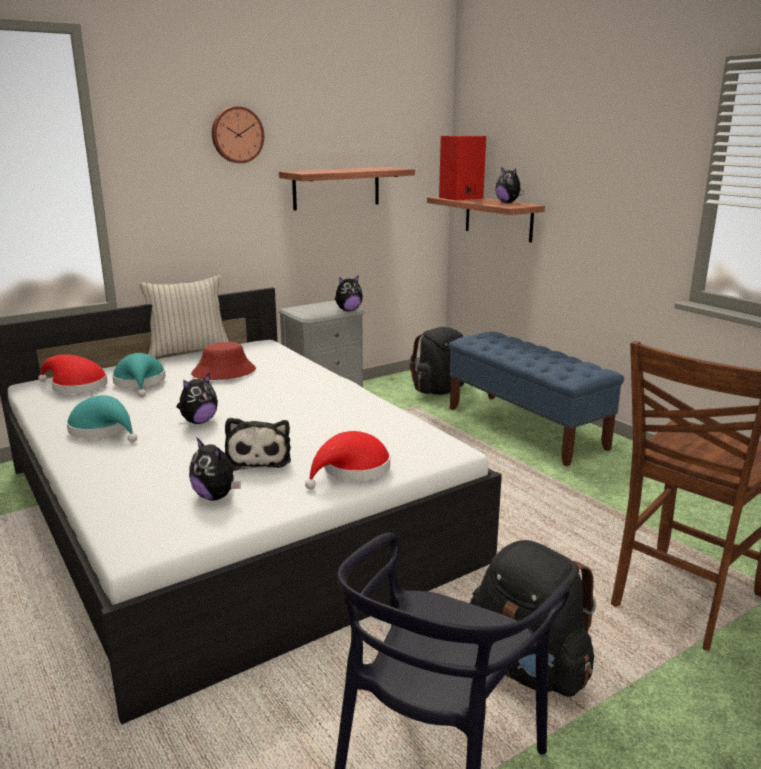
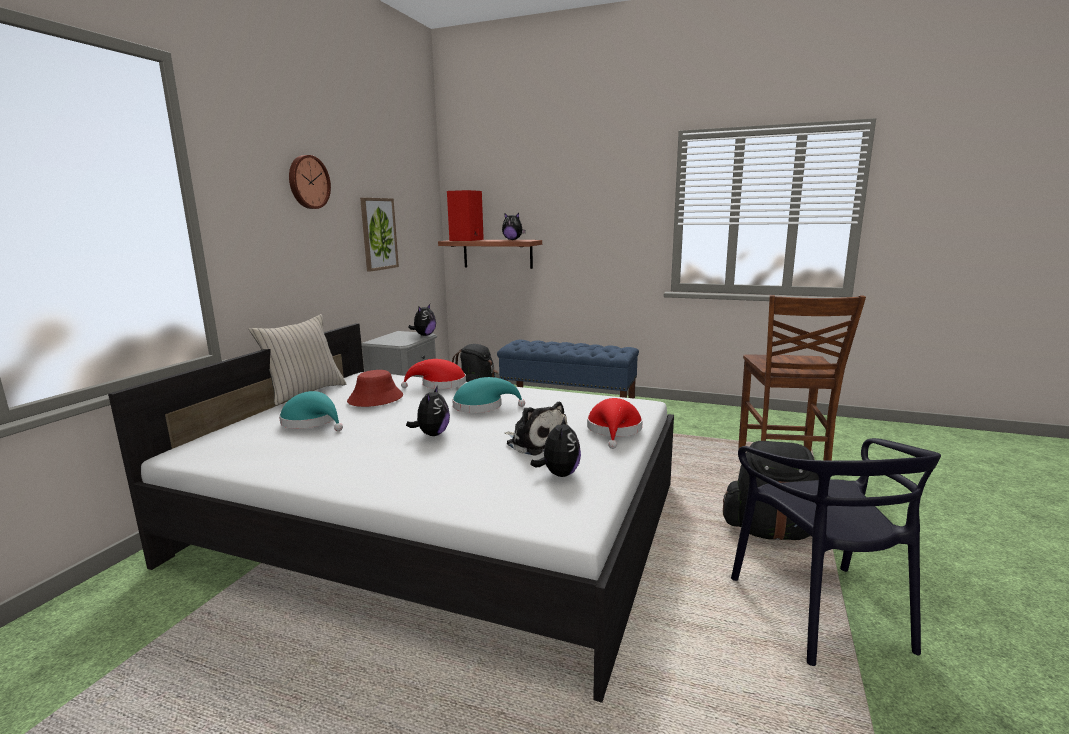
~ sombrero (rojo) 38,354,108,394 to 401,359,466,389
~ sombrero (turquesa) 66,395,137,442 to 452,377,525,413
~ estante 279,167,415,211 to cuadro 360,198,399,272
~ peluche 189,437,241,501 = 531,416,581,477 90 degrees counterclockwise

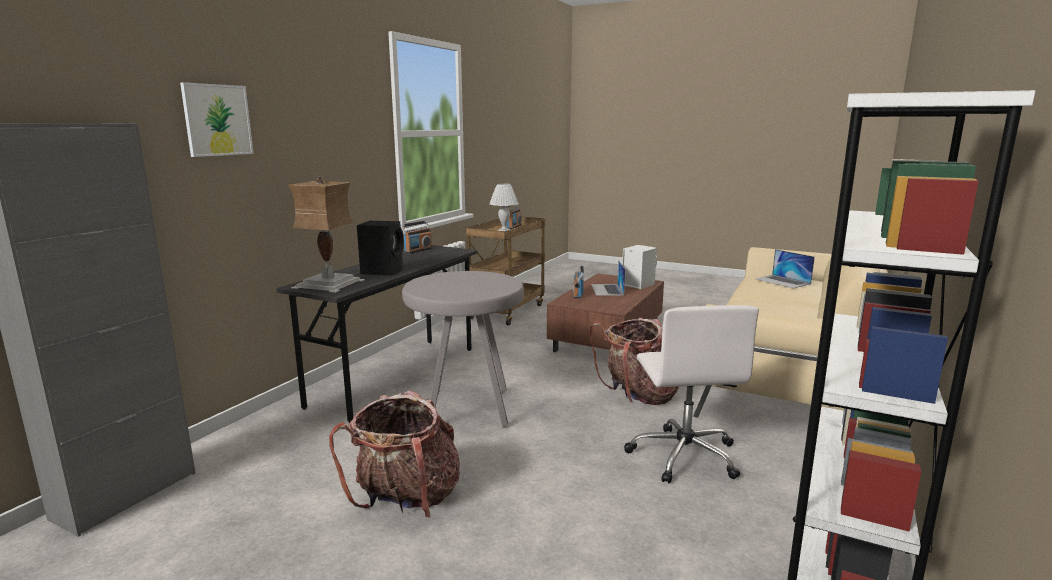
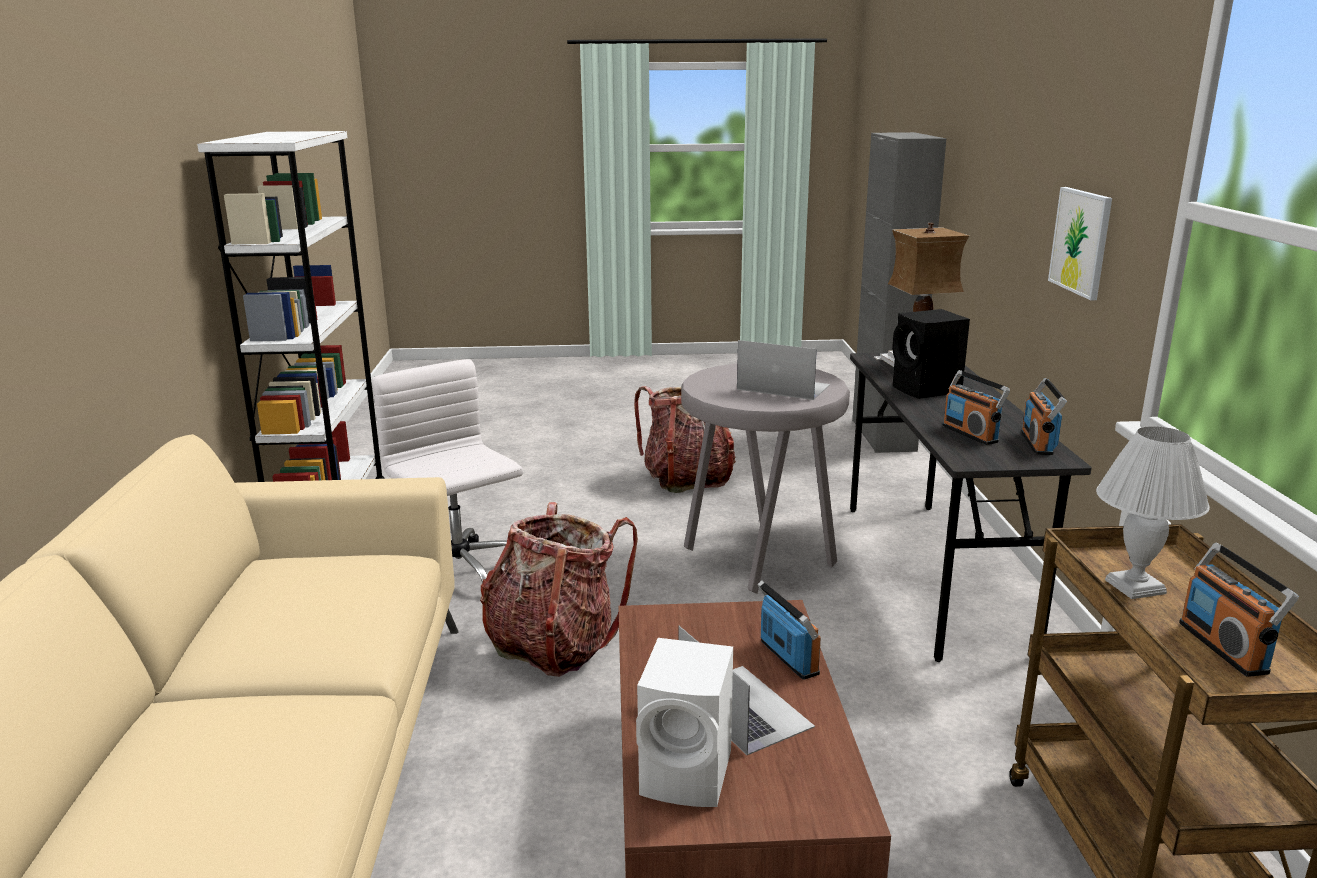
+ radio 942,370,1010,445
~ cuadro 180,82,254,157 to 1048,187,1112,300
~ portátil 755,249,815,288 to 737,340,830,400

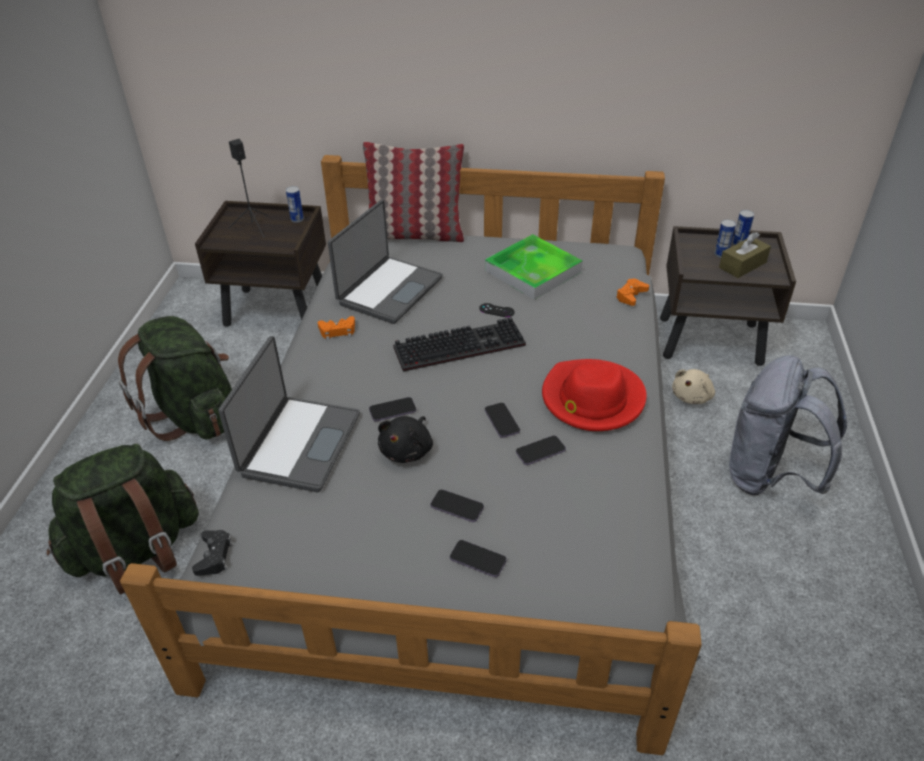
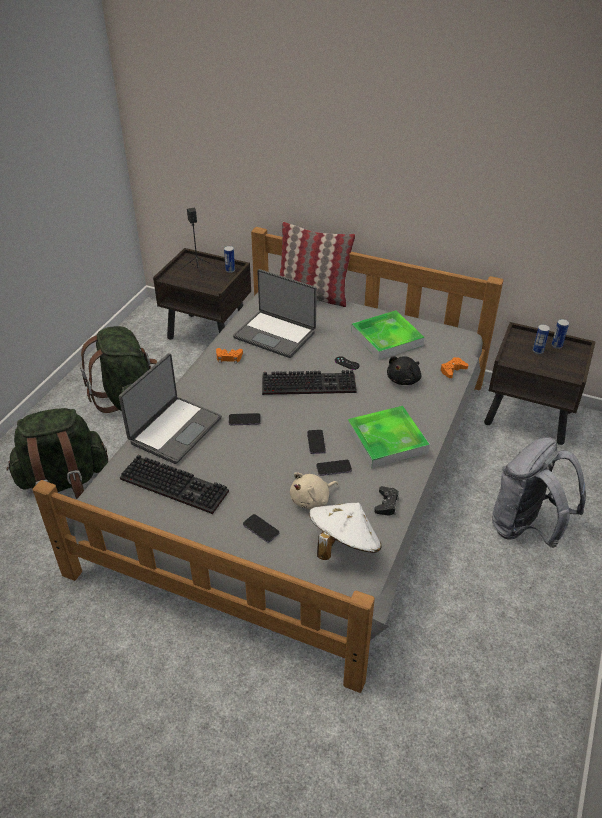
- móvil 431,489,484,522
- caja de pañuelos (marrón) 719,232,771,278
+ teclado 120,455,229,514
+ sombrero (blanco) 309,502,382,560
~ mando de consola (negro) 192,530,233,576 to 374,486,399,516
~ peluche (negro) 378,416,433,463 to 387,356,421,385
~ peluche (beis) 672,369,715,404 to 290,472,338,509
~ sombrero (rojo) 542,359,647,431 to bandeja 347,406,430,469
~ portátil 328,200,443,324 = 233,269,317,358 75 degrees clockwise

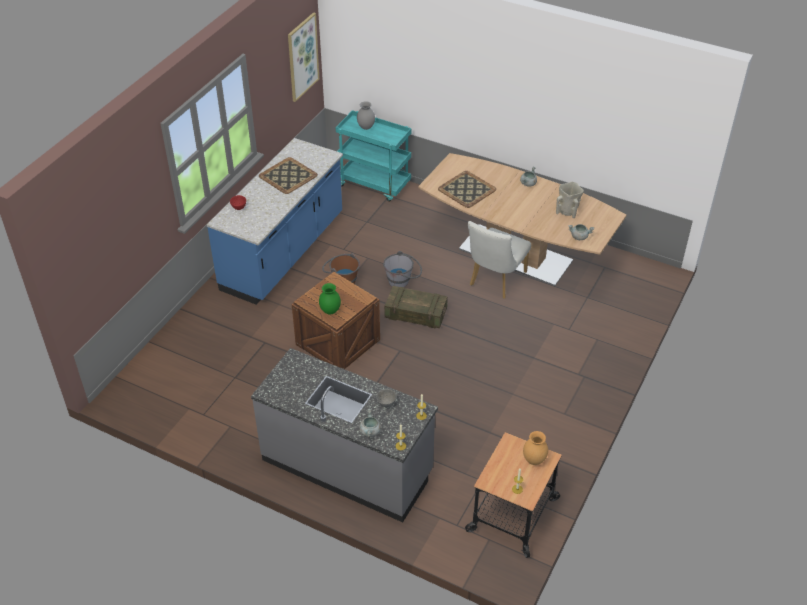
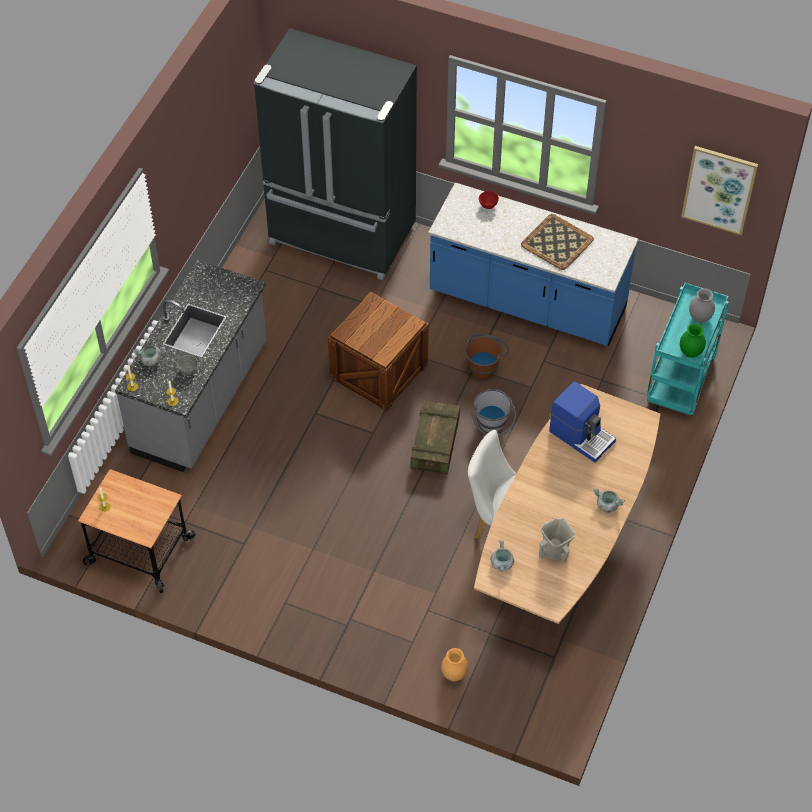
+ nevera (negro) 254,28,417,280
~ florero (verde) 319,283,341,315 to 680,323,706,358
~ florero (marrón) 523,431,548,465 to 441,648,468,681
~ bandeja 438,171,496,208 to cafetera 549,382,616,463

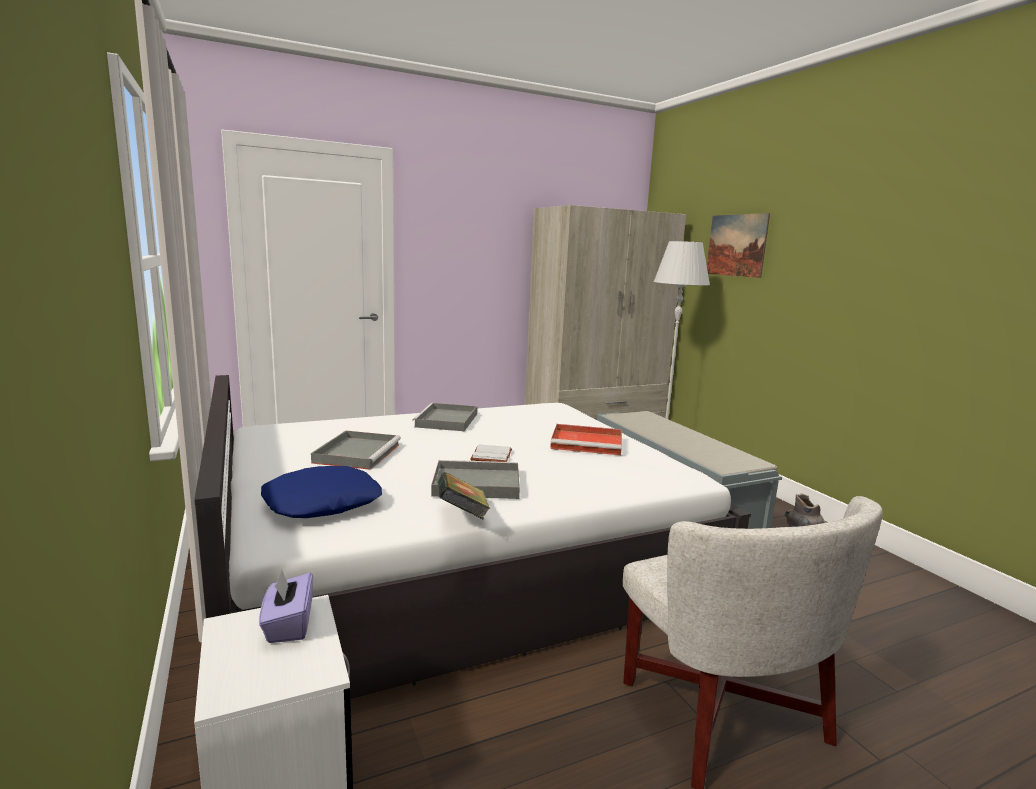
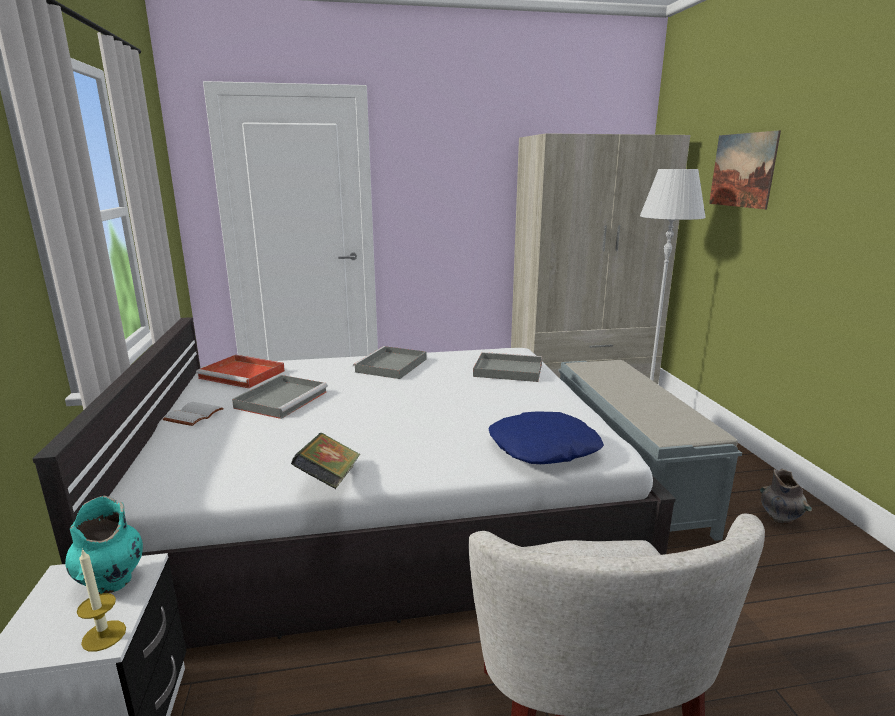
+ vela 77,548,126,652
~ cojín (azul) 261,466,382,518 to 488,411,604,464
~ bandeja (gris) 431,460,520,499 to 473,352,542,382
~ libro (blanco) 470,445,512,462 to 163,402,224,426
~ bandeja (rojo) 550,424,622,455 to 196,355,285,388
~ caja de pañuelos (morado) 259,570,313,643 to florero (turquesa) 65,496,143,594

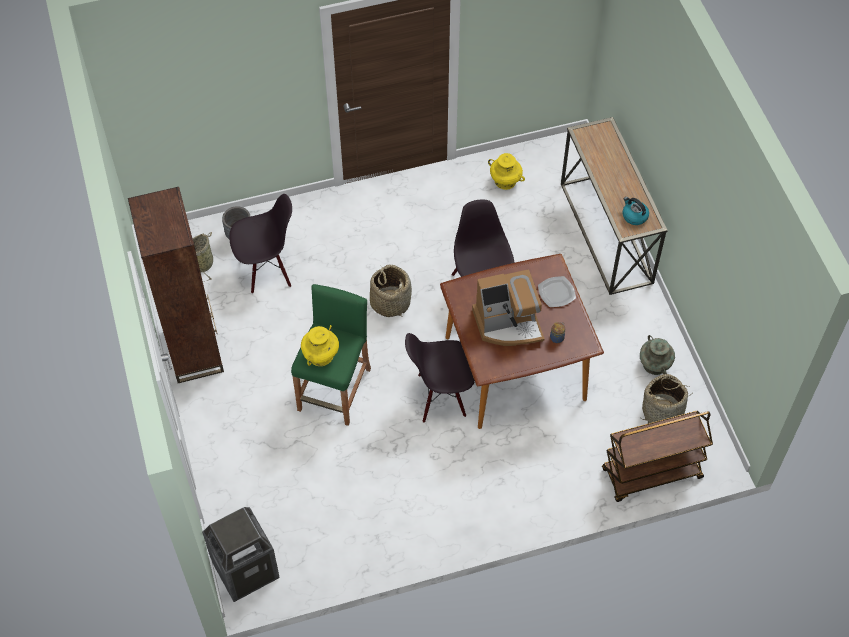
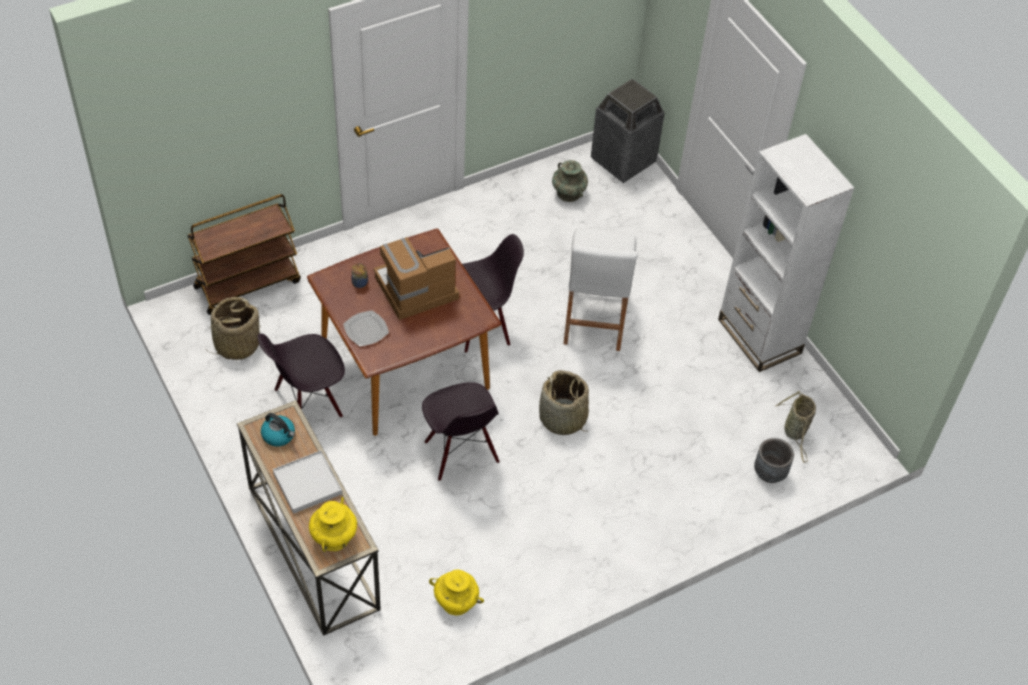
+ bandeja (blanco) 273,450,342,514
~ silla (negro) 229,194,292,294 to 257,333,345,418
~ florero (amarillo) 301,325,339,366 to 309,497,357,552
~ florero (turquesa) 640,335,675,375 to 552,160,588,202
~ estantería (marrón) 128,187,224,383 to estantería (blanco) 718,134,855,372
~ taburete (verde) 291,284,371,426 to taburete (blanco) 563,227,638,351

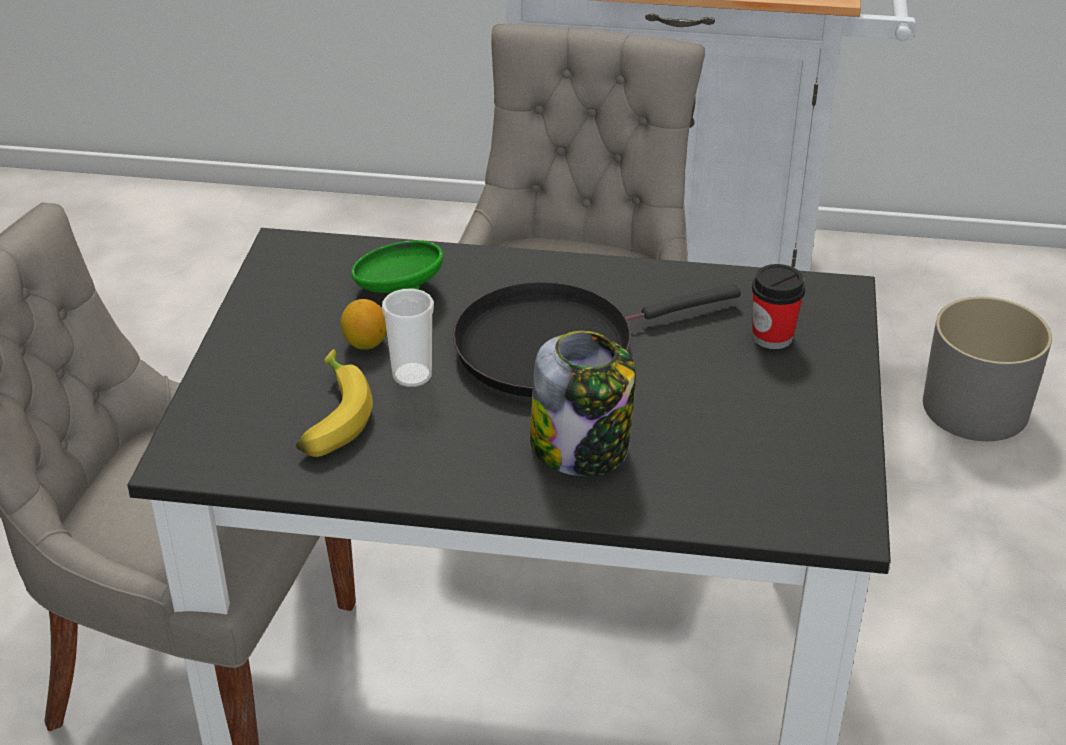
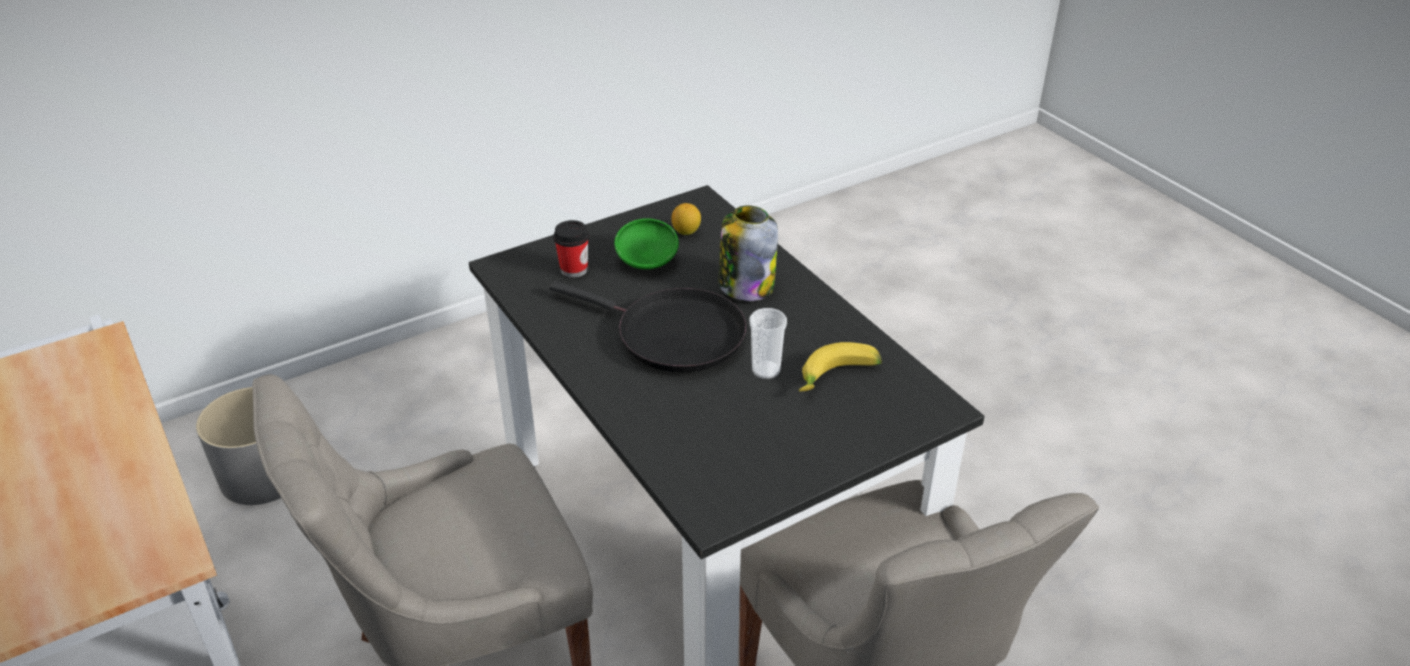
~ limón 341,299,387,350 to 671,203,701,235
~ cuenco (verde) 351,241,443,294 to 614,218,679,269

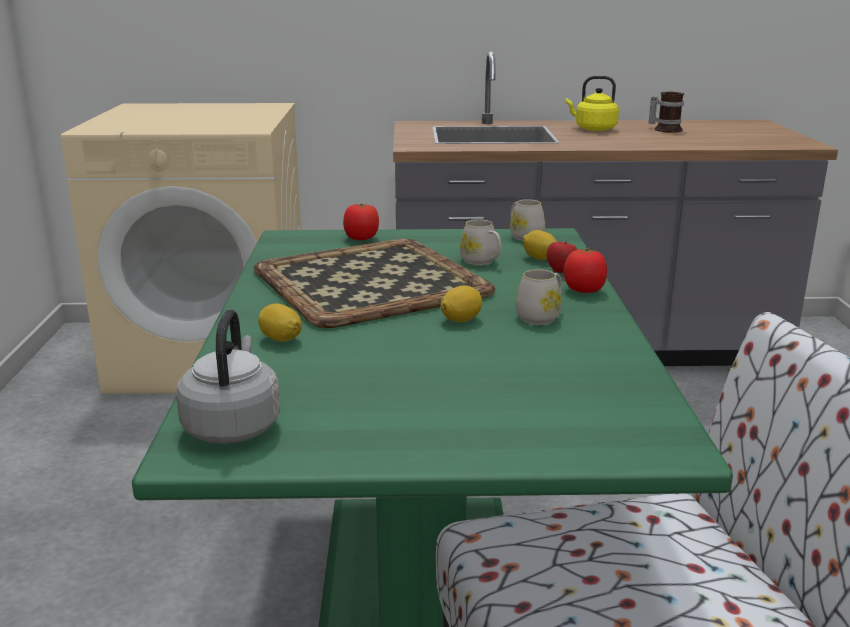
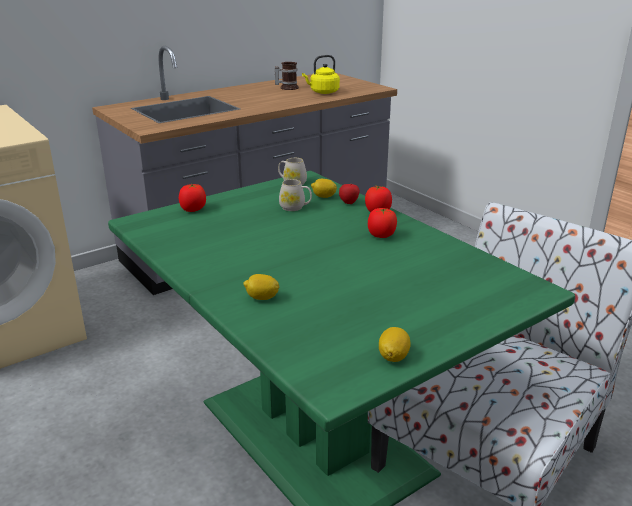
- hervidor (gris) 176,309,280,444
- bandeja 254,239,495,328
~ limón 441,285,482,322 to 379,327,411,362
~ hervidor (amarillo) 566,76,619,131 to 302,55,340,94
~ taza grande (blanco) 515,269,562,325 to tomate 368,208,397,238

